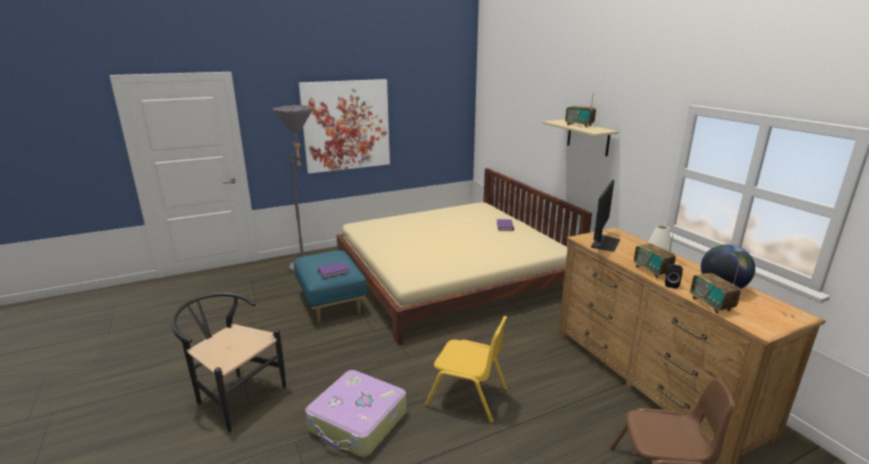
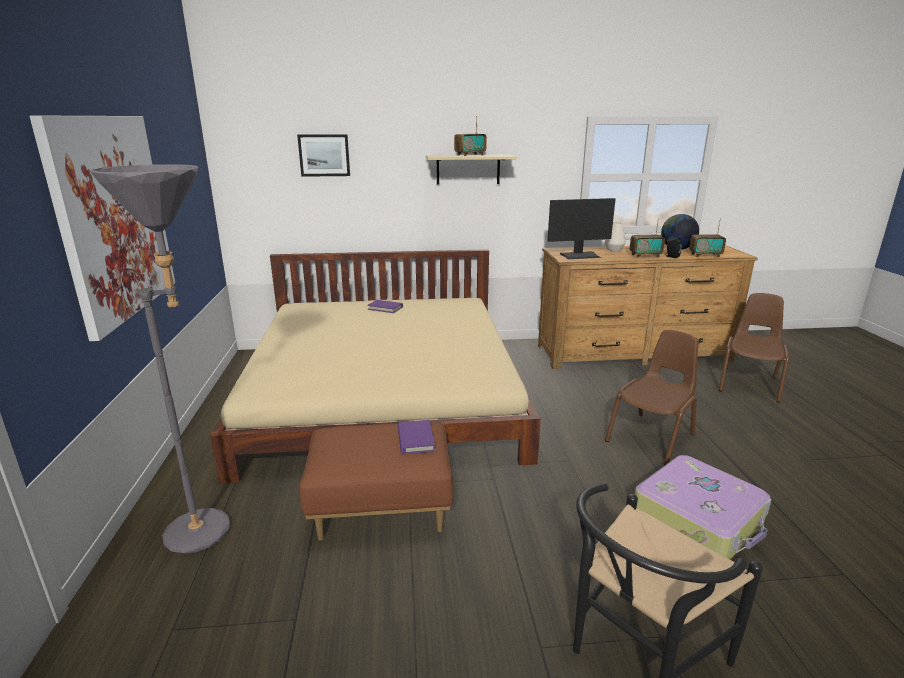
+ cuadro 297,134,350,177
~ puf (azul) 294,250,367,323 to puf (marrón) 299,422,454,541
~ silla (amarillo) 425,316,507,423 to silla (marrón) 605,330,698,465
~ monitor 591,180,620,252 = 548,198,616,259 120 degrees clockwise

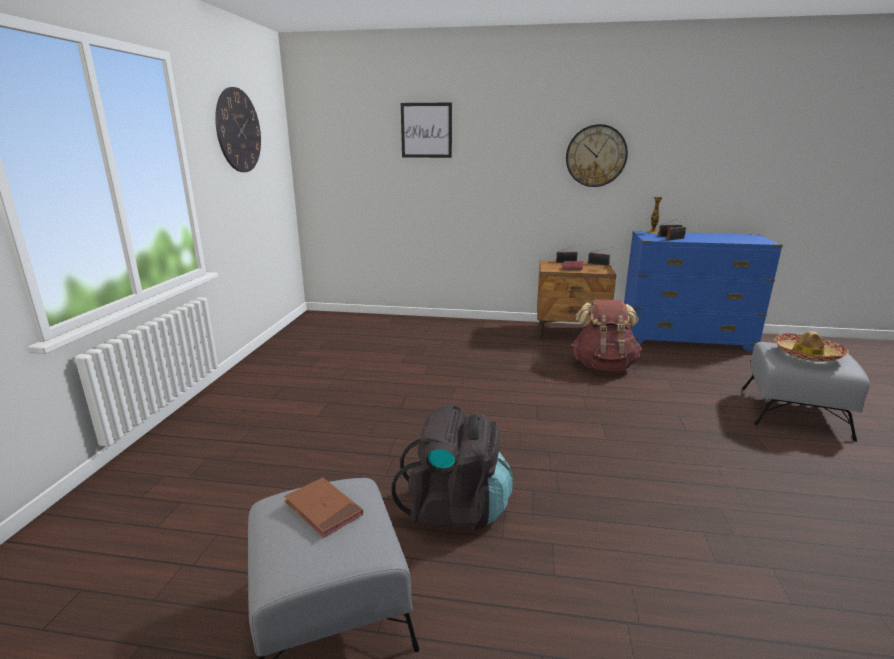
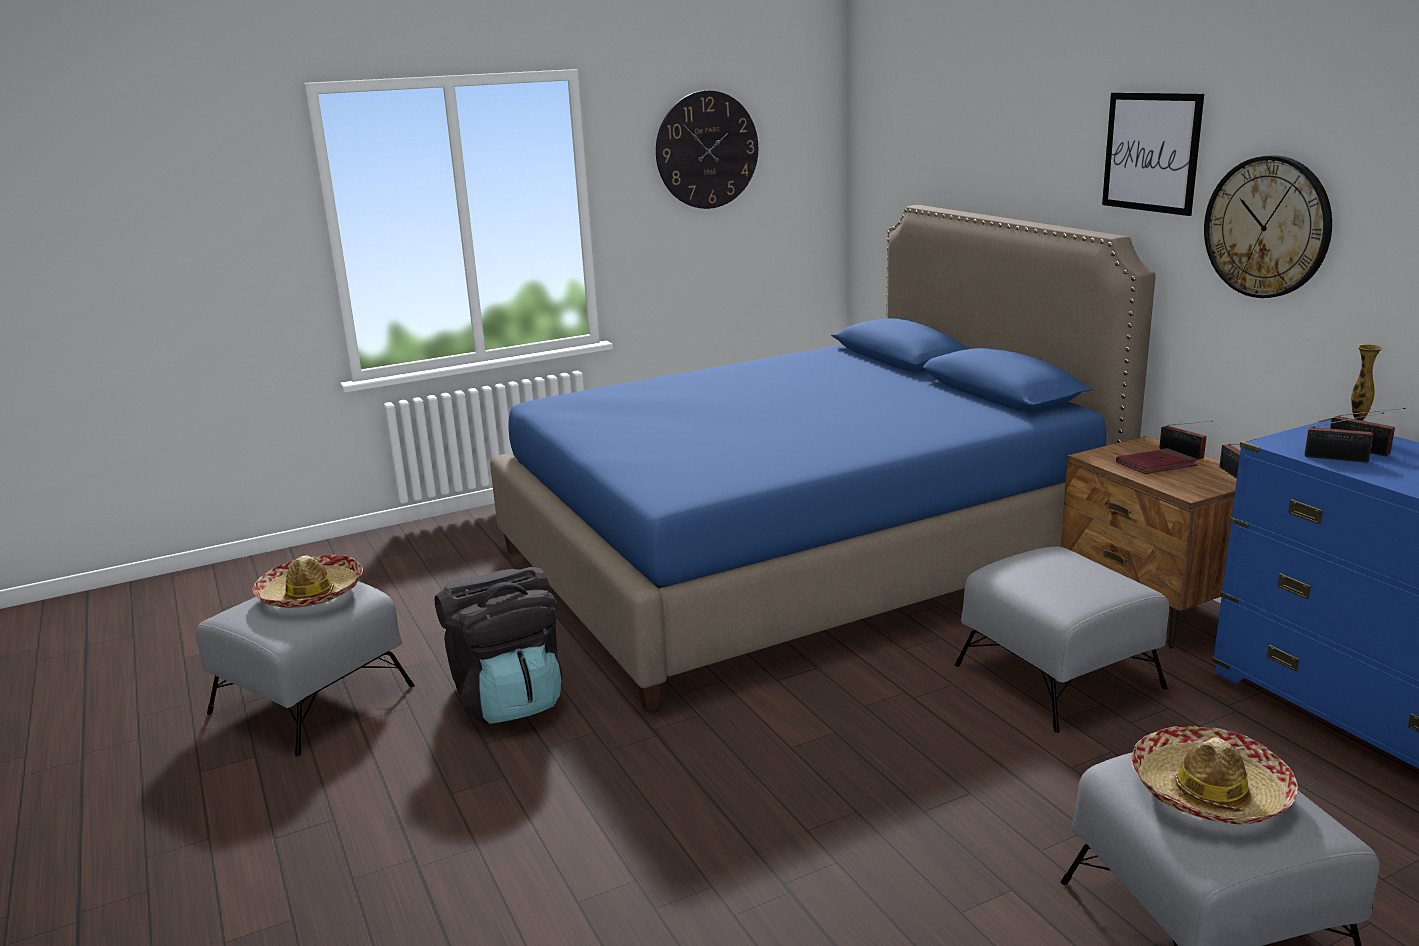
+ cama (azul) 490,205,1156,712
~ cuadro 401,102,452,158 to 1102,92,1204,216
~ libro (marrón) 284,478,363,538 to sombrero 253,555,363,608
~ mochila (marrón) 571,299,642,371 to puf (gris) 955,547,1169,733

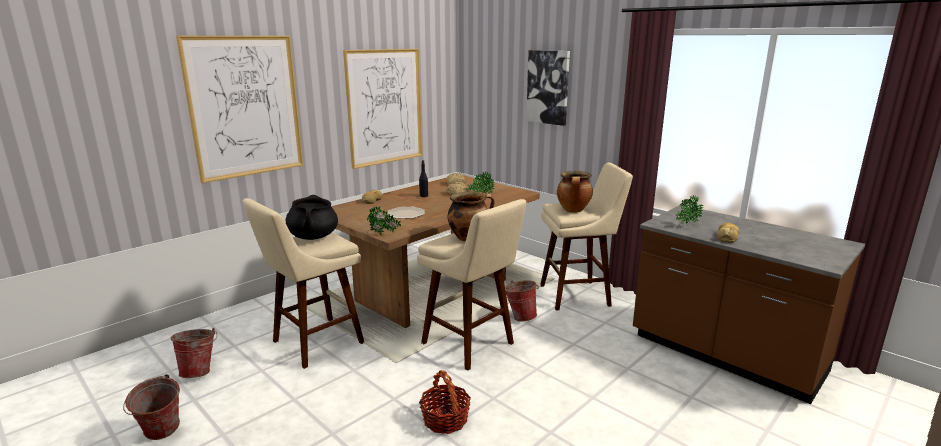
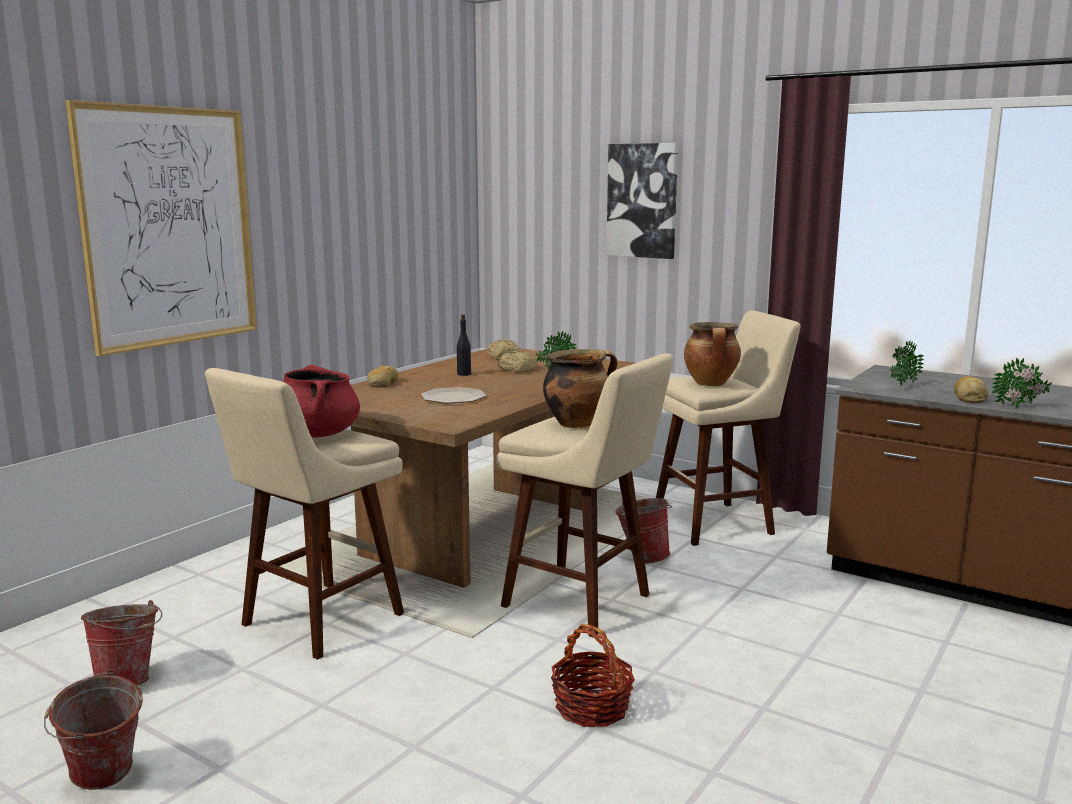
- cuadro 343,49,422,169
~ planta en maceta 367,206,401,234 to 991,357,1052,408
~ olla (negro) 286,195,338,240 to olla (rojo) 283,365,360,437

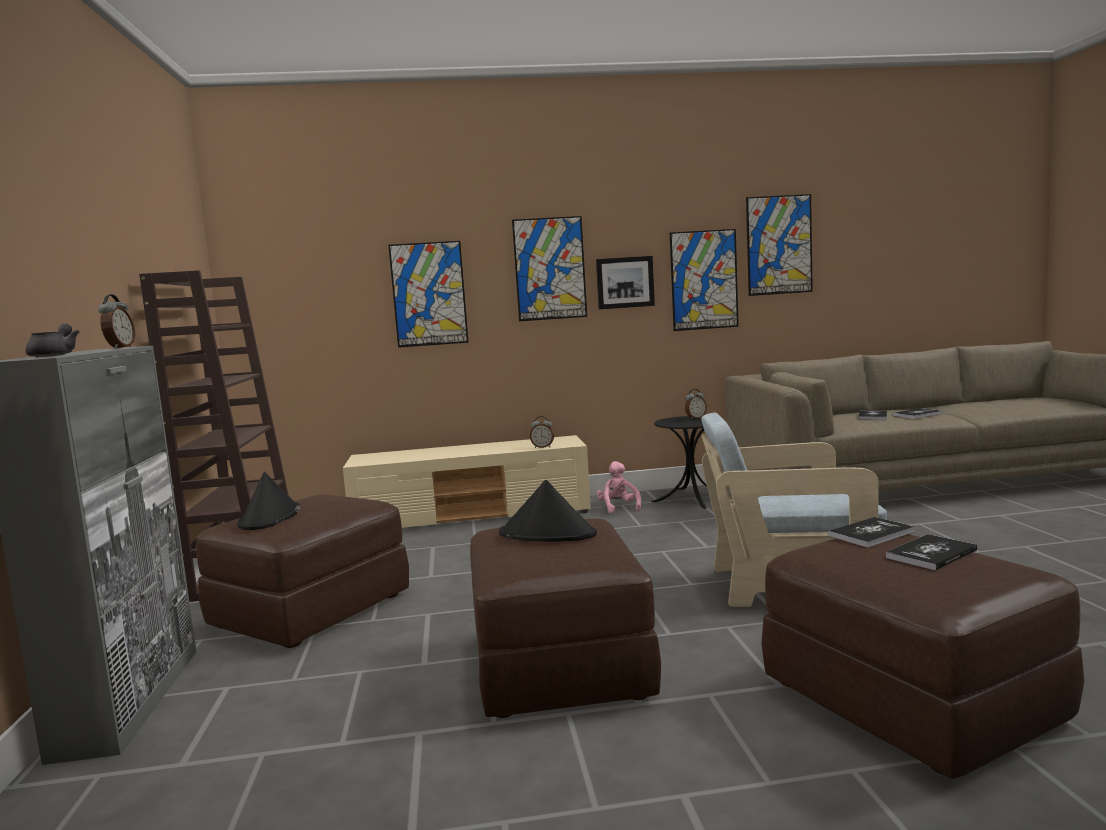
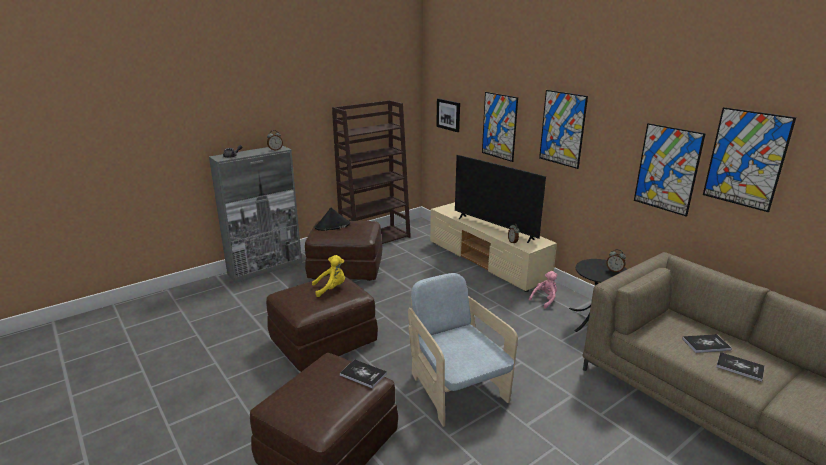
- libro 886,534,978,570
+ televisor 455,155,546,243
~ cuadro 596,256,655,309 to 436,98,460,132
~ sombrero (negro) 499,480,597,542 to peluche (amarillo) 312,255,345,297

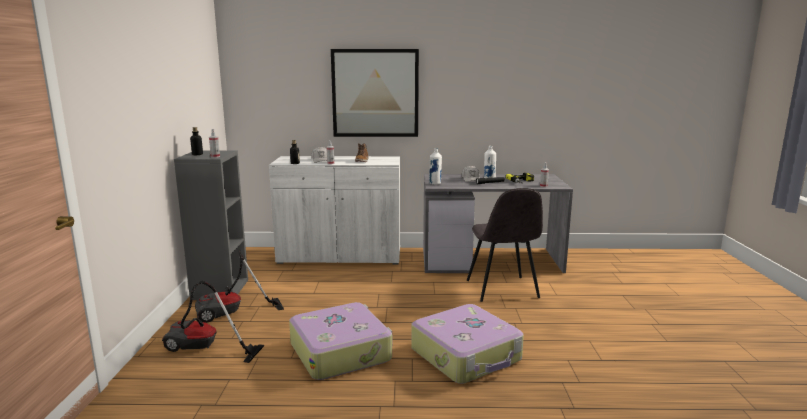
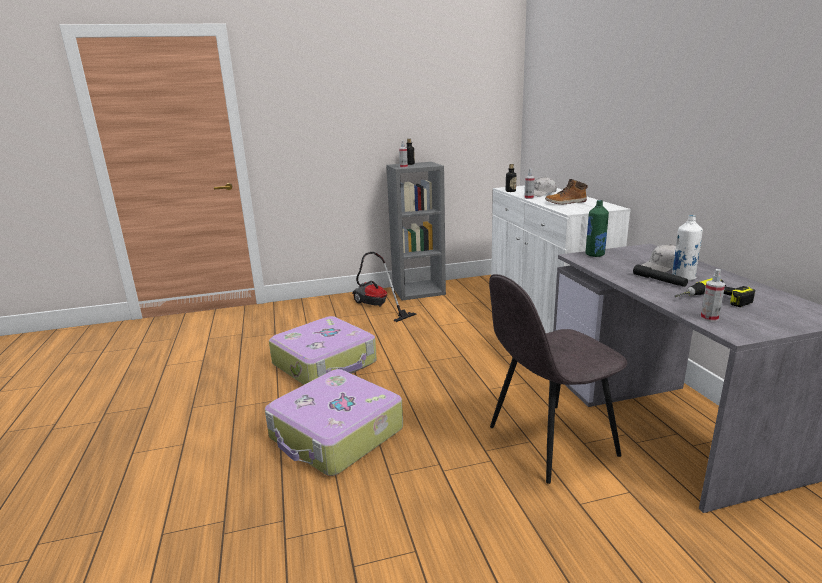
- aspiradora 162,281,265,363
- cuadro 331,49,419,137
~ botella (blanco) 429,148,442,185 to botella (verde) 585,200,609,257

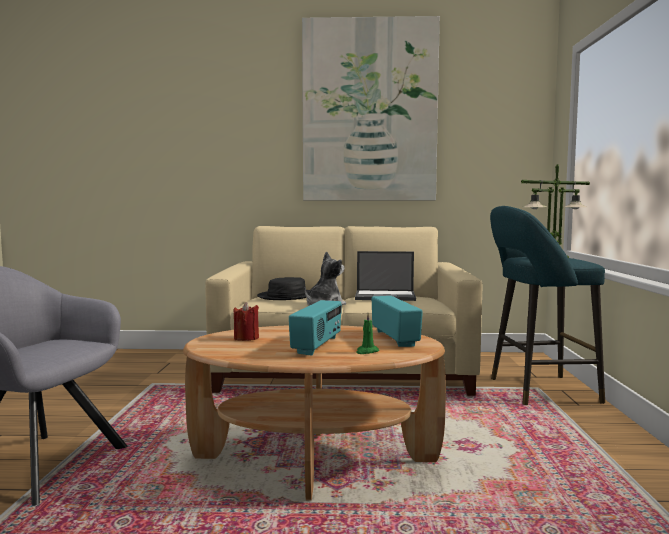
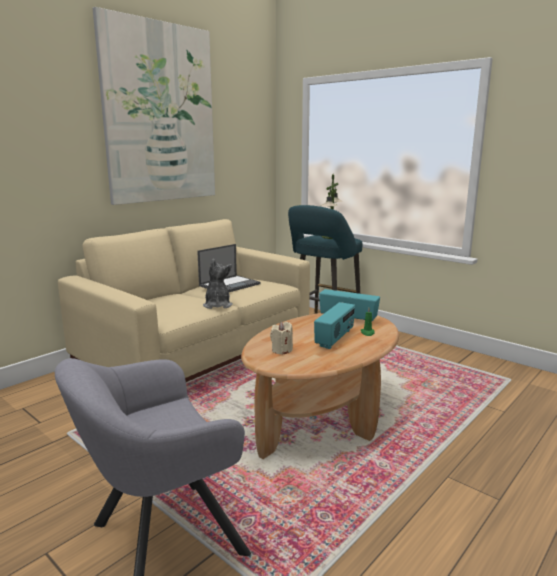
- sombrero (negro) 257,277,309,300
~ vela (rojo) 234,302,259,341 to vela (beis) 270,322,293,355
~ radio 289,300,342,356 = 314,302,355,349 60 degrees clockwise

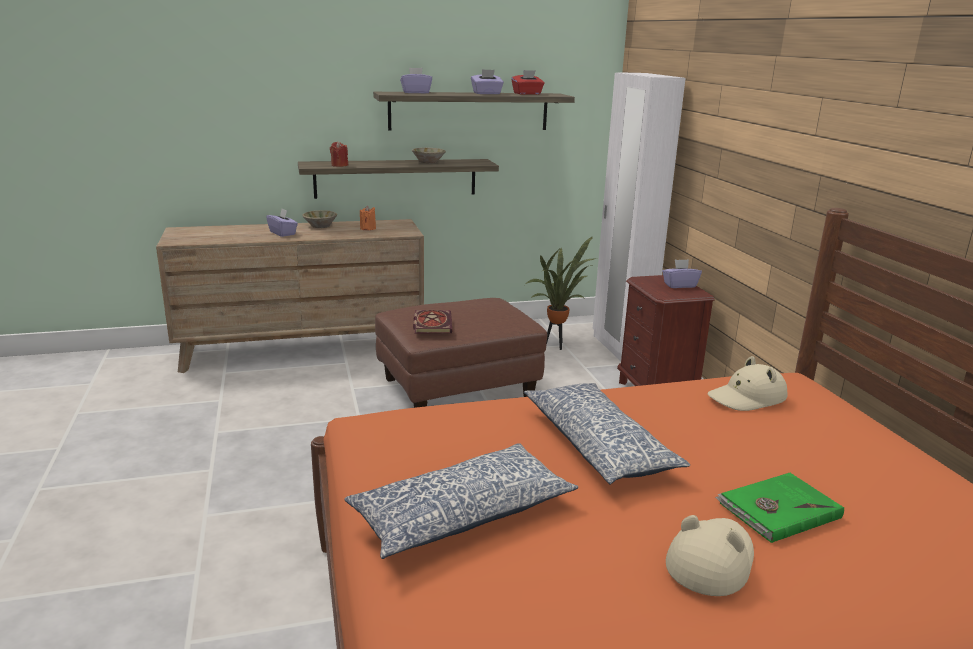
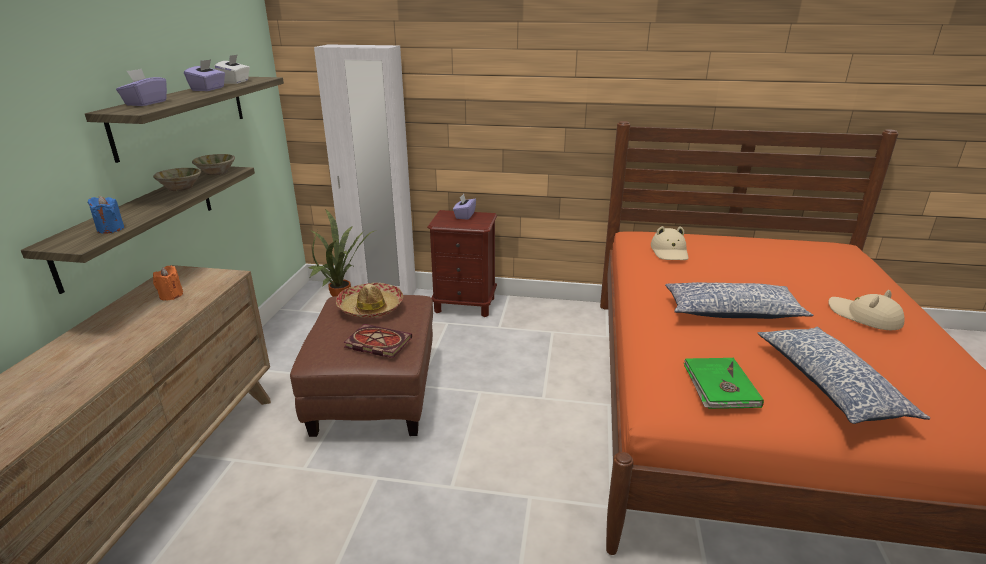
- caja de pañuelos (morado) 266,209,298,237
+ sombrero 336,283,403,318
~ cuenco (beis) 302,210,337,228 to 192,154,235,175
~ libro (verde) 715,473,844,543 to 684,358,764,409
~ vela (rojo) 330,141,348,167 to vela (azul) 88,196,124,234
~ caja de pañuelos (rojo) 511,70,545,95 to caja de pañuelos (blanco) 215,54,250,84

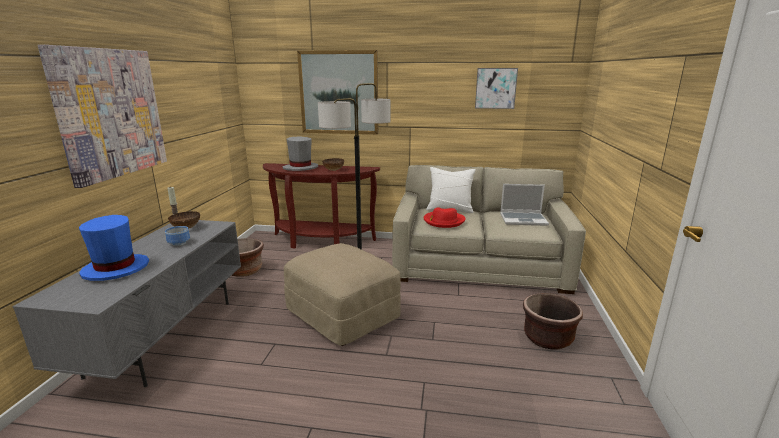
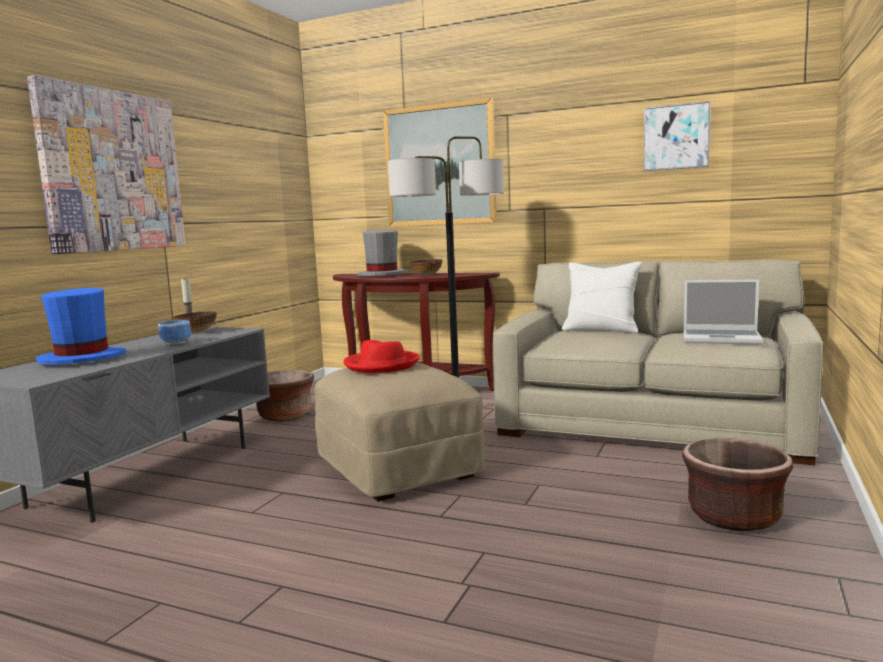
~ sombrero (rojo) 423,207,466,228 to 343,340,420,373

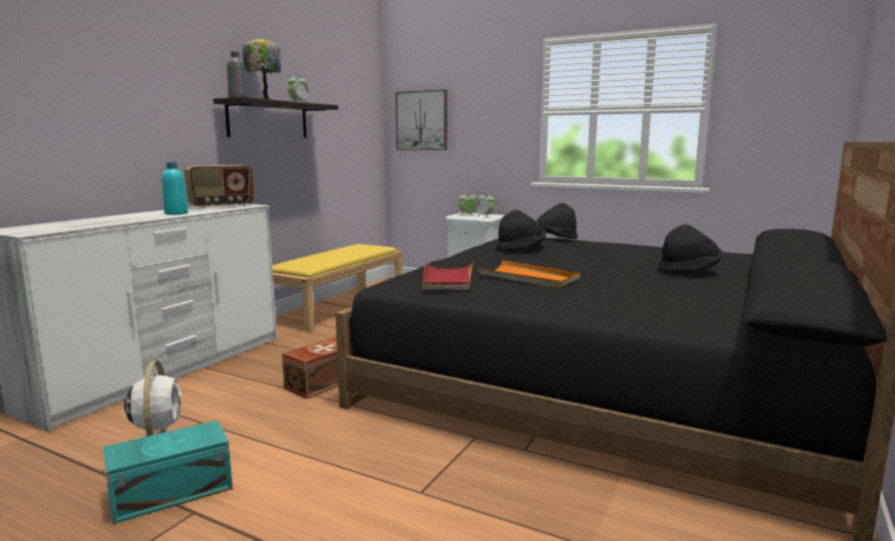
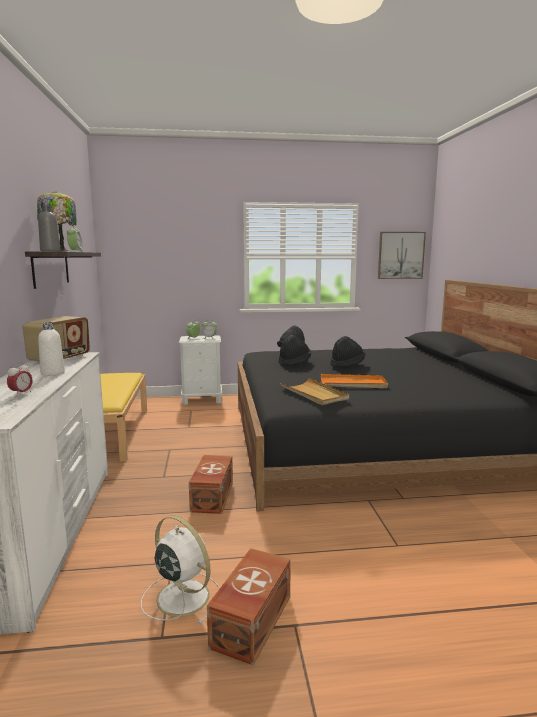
+ despertador 7,362,33,395
~ cuadro 395,90,447,150 to 378,232,426,279
~ sombrero (negro) 658,224,722,273 to 331,336,365,368
~ caja de almacenaje (turquesa) 103,420,233,524 to caja de almacenaje (marrón) 207,548,291,665
~ botella (turquesa) 162,162,188,215 to botella (blanco) 38,322,65,376
~ bandeja (rojo) 422,261,473,290 to bandeja (beis) 280,378,349,405

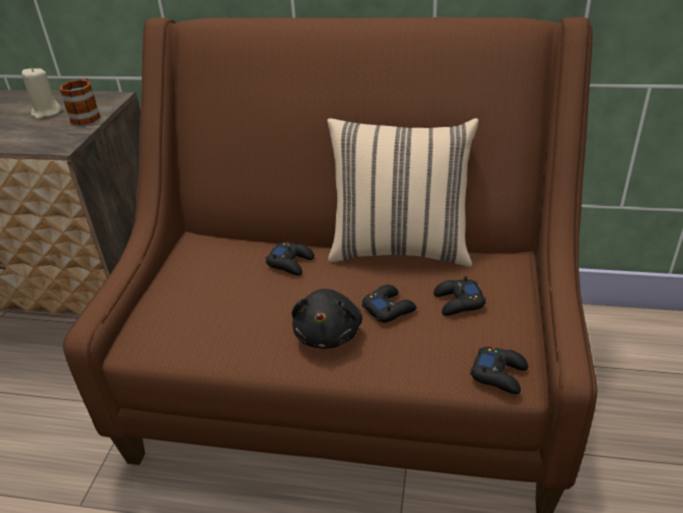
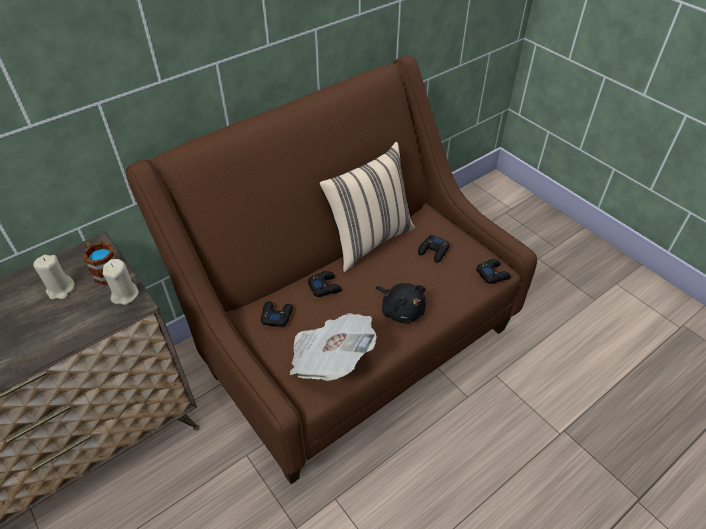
+ vela (beis) 103,259,139,305
+ periódico 290,313,376,381
~ mando de consola (negro) 362,285,417,323 to 261,301,293,327

